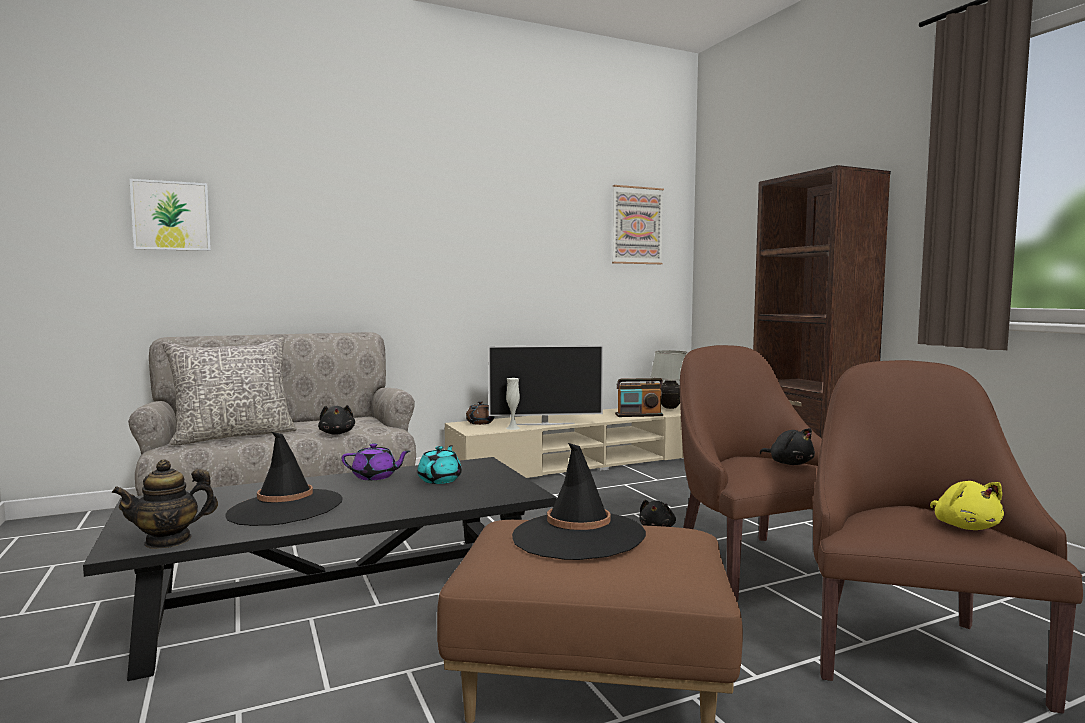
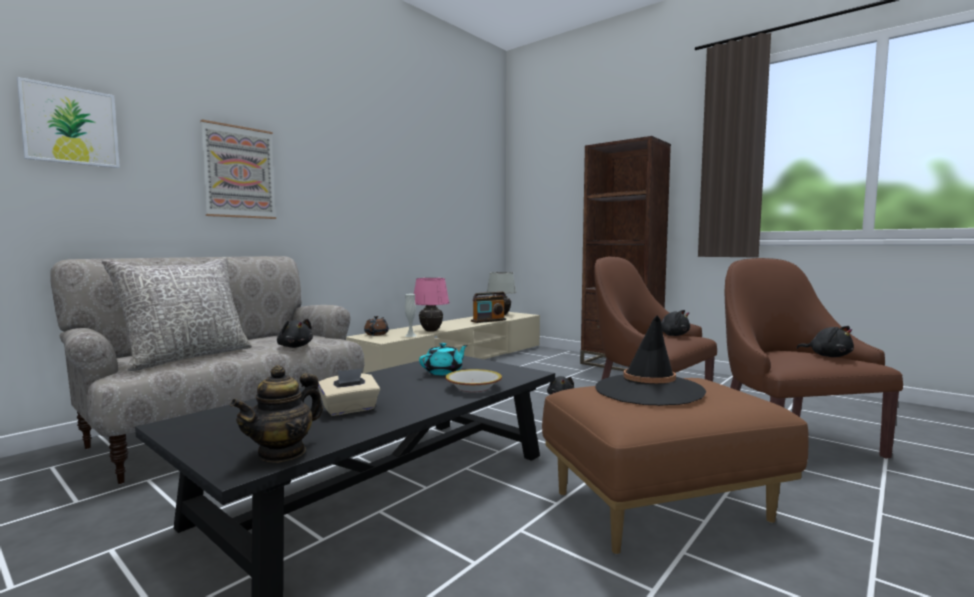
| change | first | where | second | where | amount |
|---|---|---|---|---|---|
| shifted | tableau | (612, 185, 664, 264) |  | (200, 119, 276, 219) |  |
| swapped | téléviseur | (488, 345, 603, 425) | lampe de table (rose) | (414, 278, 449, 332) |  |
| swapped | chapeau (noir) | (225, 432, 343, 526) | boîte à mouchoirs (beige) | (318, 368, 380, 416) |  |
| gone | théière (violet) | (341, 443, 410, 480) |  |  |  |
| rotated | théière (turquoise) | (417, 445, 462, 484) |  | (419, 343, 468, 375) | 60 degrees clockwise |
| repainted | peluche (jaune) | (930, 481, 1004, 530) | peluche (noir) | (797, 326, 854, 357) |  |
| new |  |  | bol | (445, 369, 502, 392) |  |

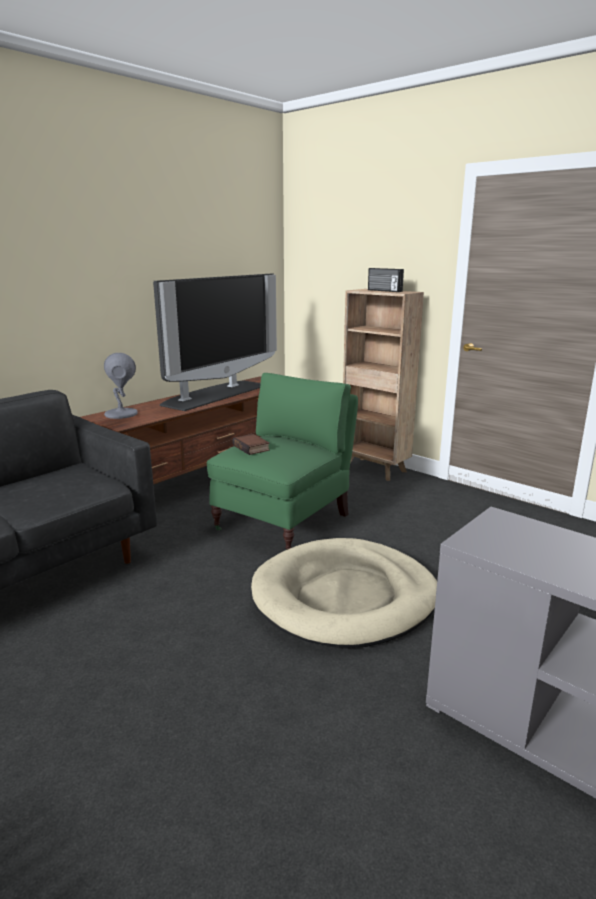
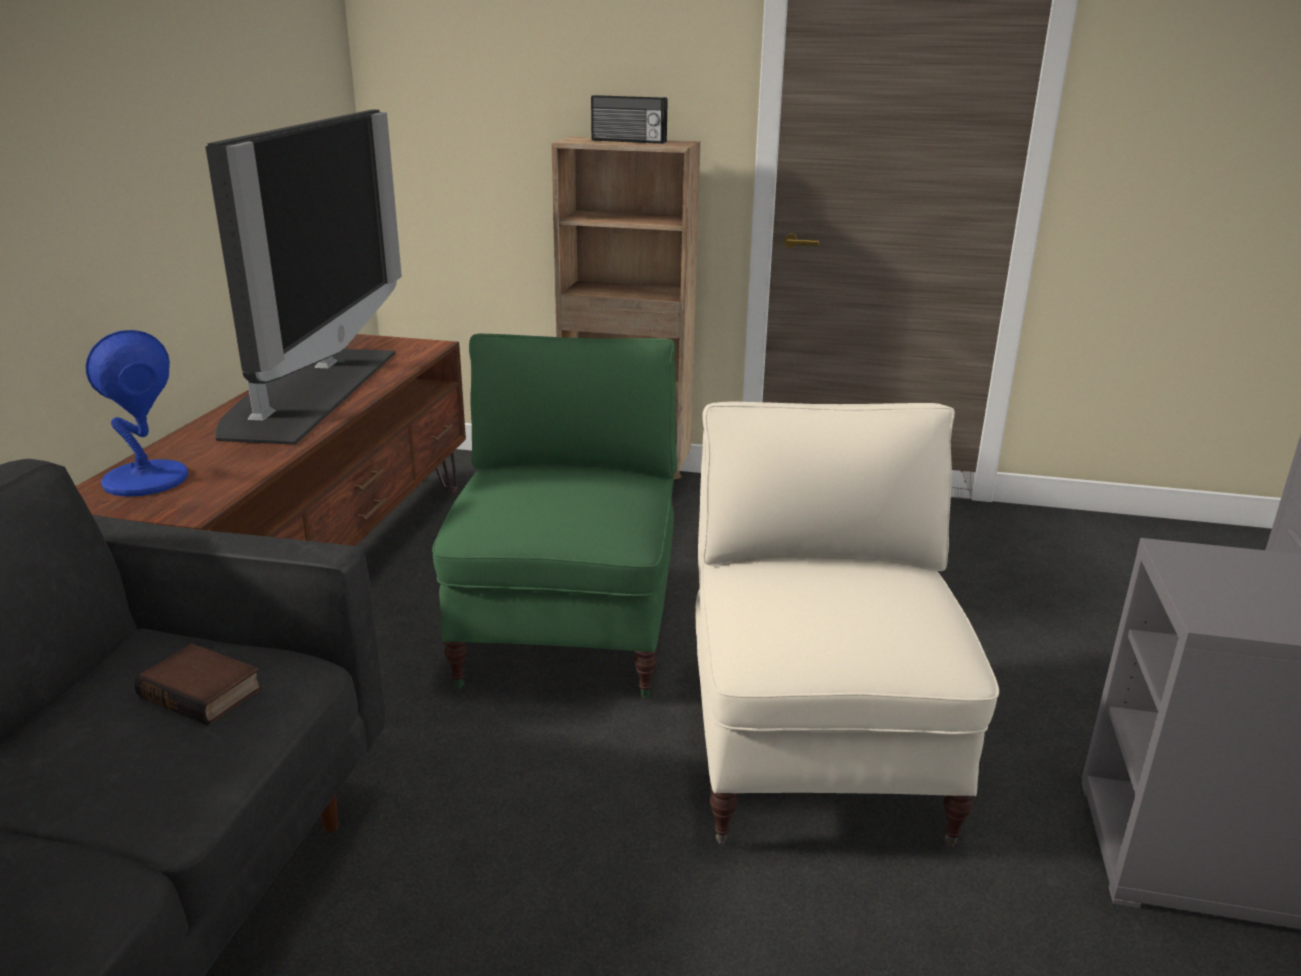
| change | first | where | second | where | amount |
|---|---|---|---|---|---|
| repainted | lampe de table (gris) | (104, 353, 138, 419) | lampe de table (bleu) | (85, 330, 188, 497) |  |
| shifted | livre | (232, 434, 270, 455) |  | (134, 644, 262, 726) |  |
| swapped | panier pour chien (beige) | (251, 538, 437, 648) | fauteuil (beige) | (696, 402, 999, 847) |  |

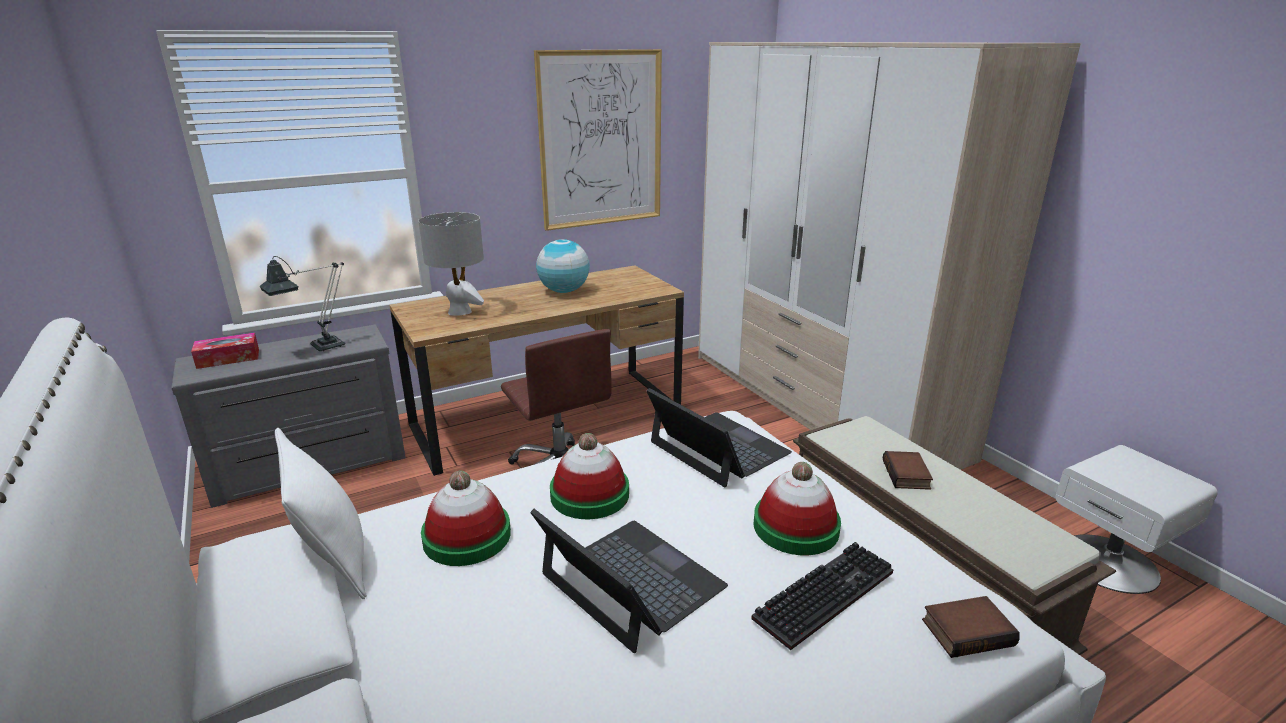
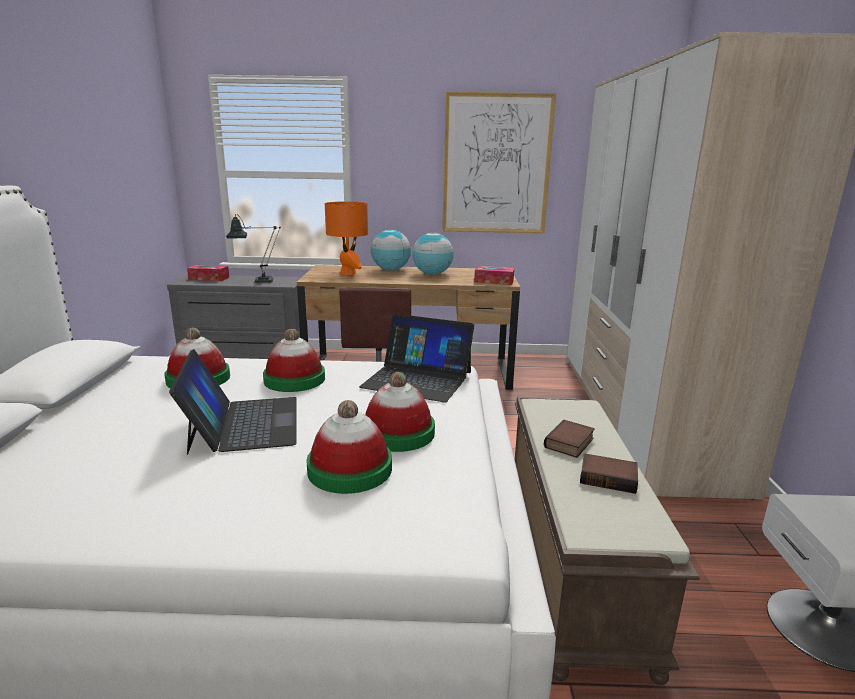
| change | first | where | second | where | amount |
|---|---|---|---|---|---|
| repainted | lampe de table (gris) | (418, 212, 484, 316) | lampe de table (orange) | (325, 201, 368, 275) |  |
| rotated | ordinateur portable | (646, 388, 792, 487) |  | (359, 314, 474, 402) | 120 degrees clockwise |
| gone | coussin (blanc) | (275, 428, 367, 599) |  |  |  |
| swapped | clavier | (751, 542, 893, 650) | chapeau | (306, 400, 392, 494) |  |
| shifted | livre | (922, 596, 1020, 658) |  | (580, 453, 638, 494) |  |
| new |  |  | globe | (371, 230, 411, 270) |  |
| new |  |  | boîte à mouchoirs | (474, 266, 514, 285) |  |

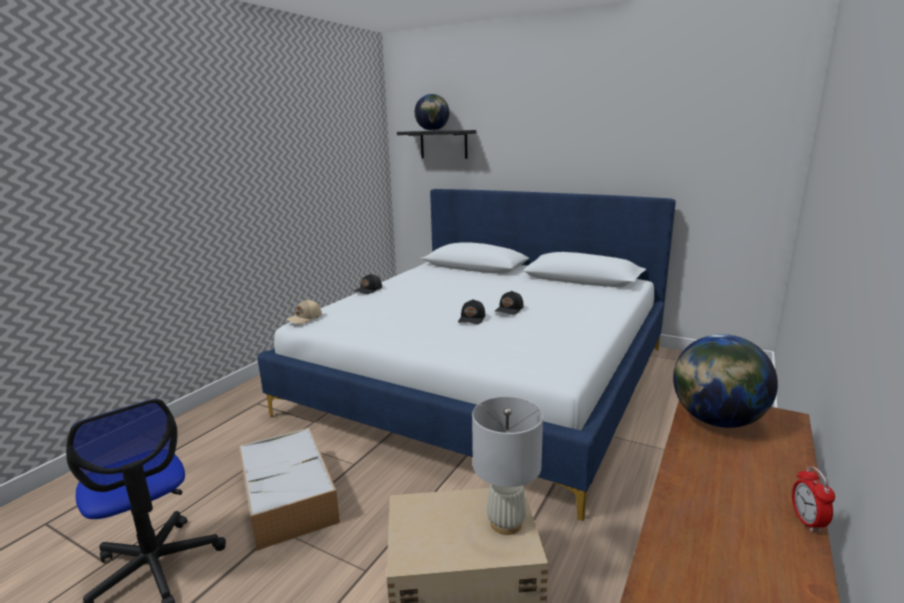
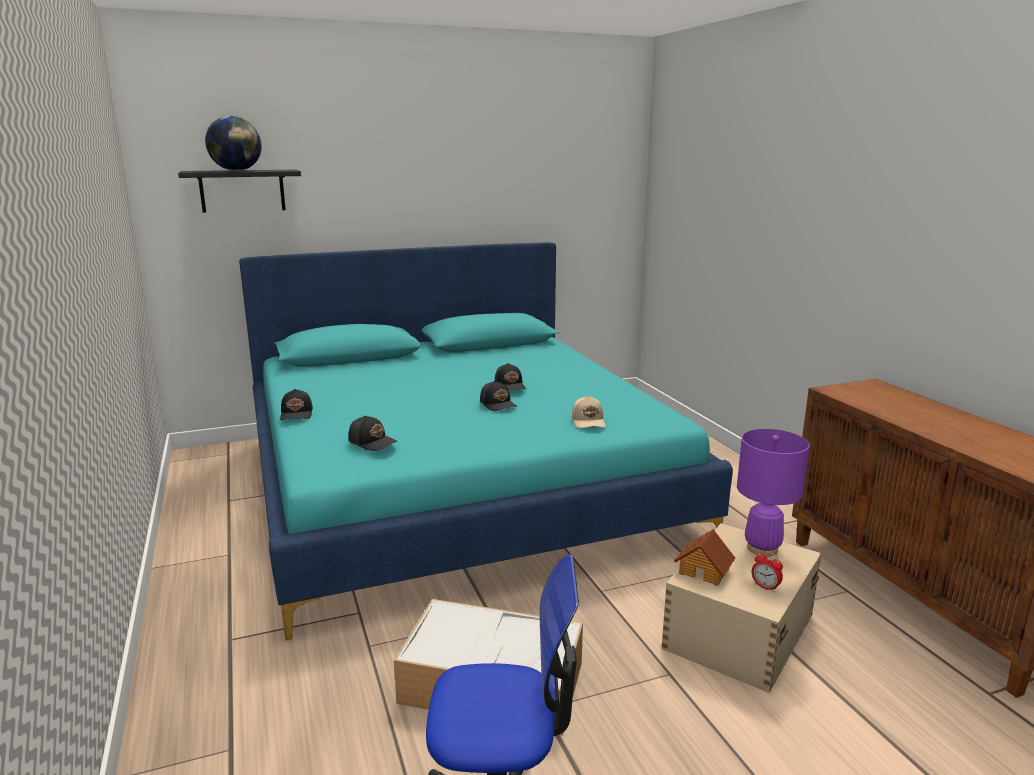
| change | first | where | second | where | amount |
|---|---|---|---|---|---|
| repainted | lit (blanc) | (257, 189, 676, 521) | lit (turquoise) | (239, 242, 733, 641) |  |
| shifted | casquette (beige) | (285, 299, 322, 324) |  | (572, 396, 606, 428) |  |
| gone | globe | (673, 334, 778, 428) |  |  |  |
| repainted | lampe de table (blanc) | (472, 397, 543, 535) | lampe de table (violet) | (737, 429, 810, 557) |  |
| shifted | réveil | (792, 467, 835, 533) |  | (752, 551, 783, 592) |  |
| new |  |  | casquette (noir) | (348, 415, 398, 451) |  |
| new |  |  | maison miniature | (674, 529, 735, 586) |  |

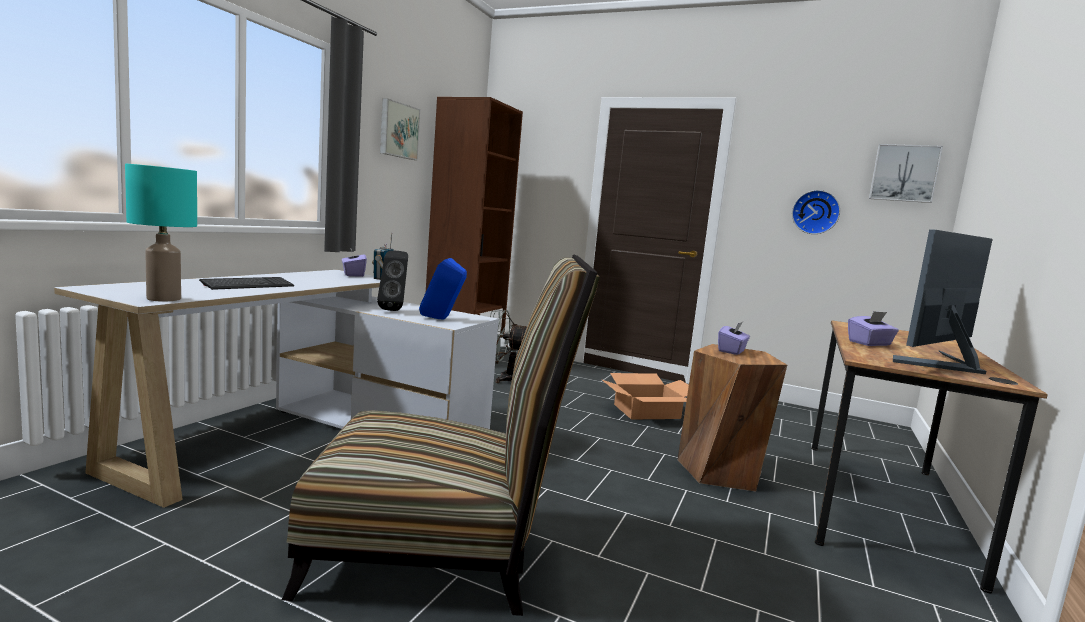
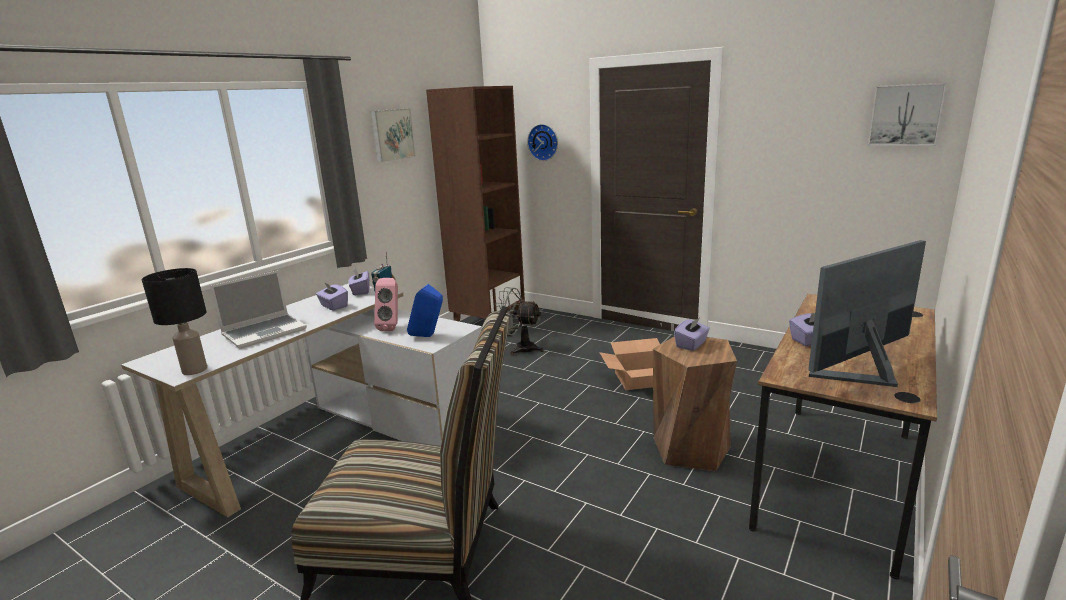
| change | first | where | second | where | amount |
|---|---|---|---|---|---|
| repainted | lampe de table (turquoise) | (125, 164, 197, 301) | lampe de table (noir) | (142, 268, 207, 375) |  |
| shifted | horloge murale | (792, 190, 840, 234) |  | (527, 124, 558, 161) |  |
| repainted | enceinte (noir) | (377, 251, 408, 311) | enceinte (rose) | (374, 278, 398, 331) |  |
| swapped | clavier | (199, 277, 294, 290) | ordinateur portable | (210, 270, 307, 349) |  |
| new |  |  | boîte à mouchoirs (violet) | (316, 282, 348, 311) |  |

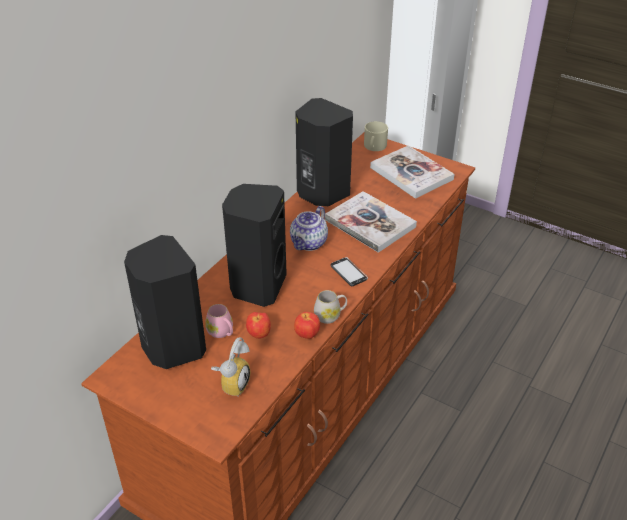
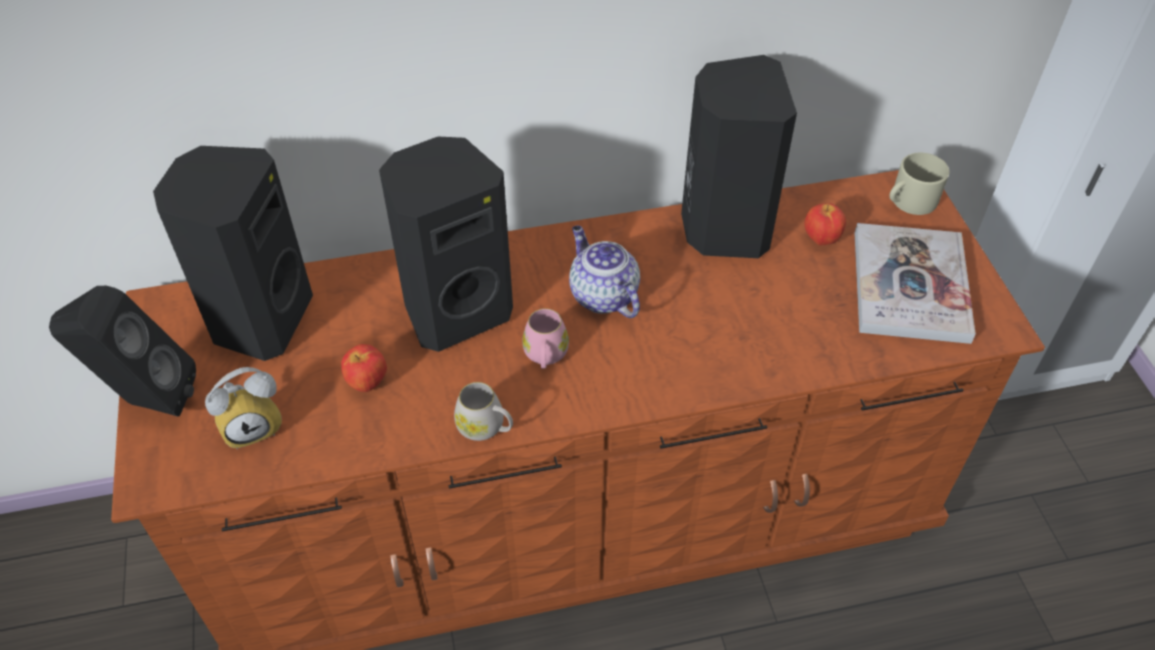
| change | first | where | second | where | amount |
|---|---|---|---|---|---|
| gone | livre | (325, 191, 417, 253) |  |  |  |
| rotated | théière | (290, 206, 328, 251) |  | (569, 226, 640, 318) | 75 degrees clockwise |
| gone | téléphone | (331, 257, 368, 286) |  |  |  |
| shifted | mug (rose) | (205, 304, 233, 338) |  | (522, 309, 569, 369) |  |
| shifted | pomme | (294, 312, 320, 339) |  | (804, 203, 846, 245) |  |
| new |  |  | enceinte (noir) | (49, 286, 196, 417) |  |

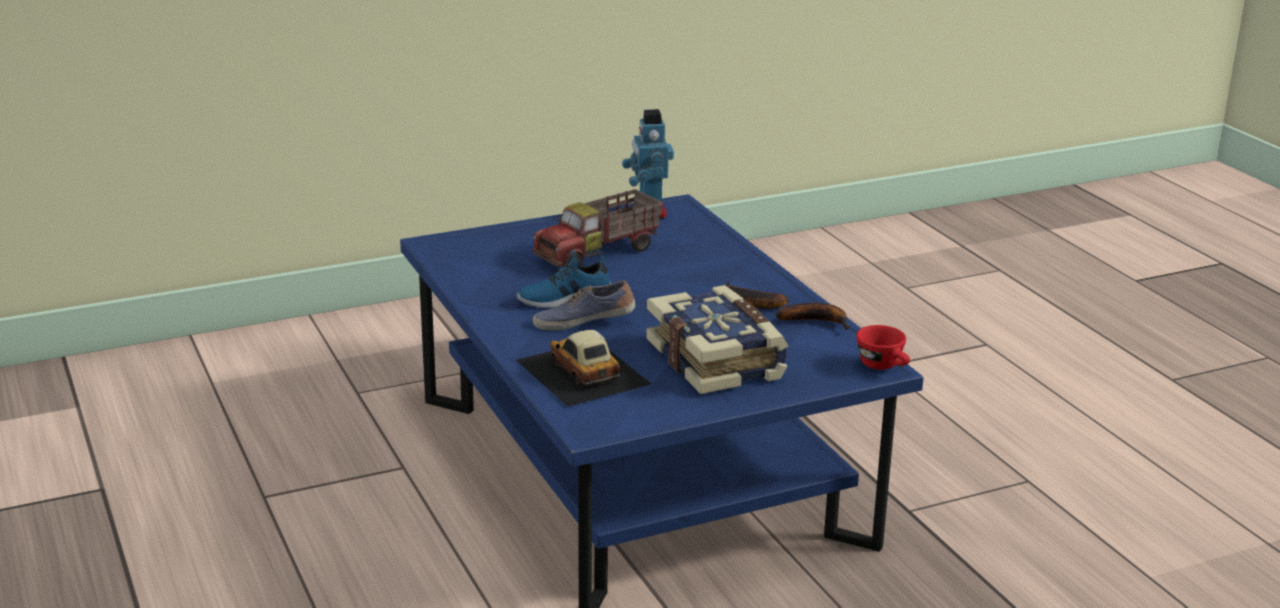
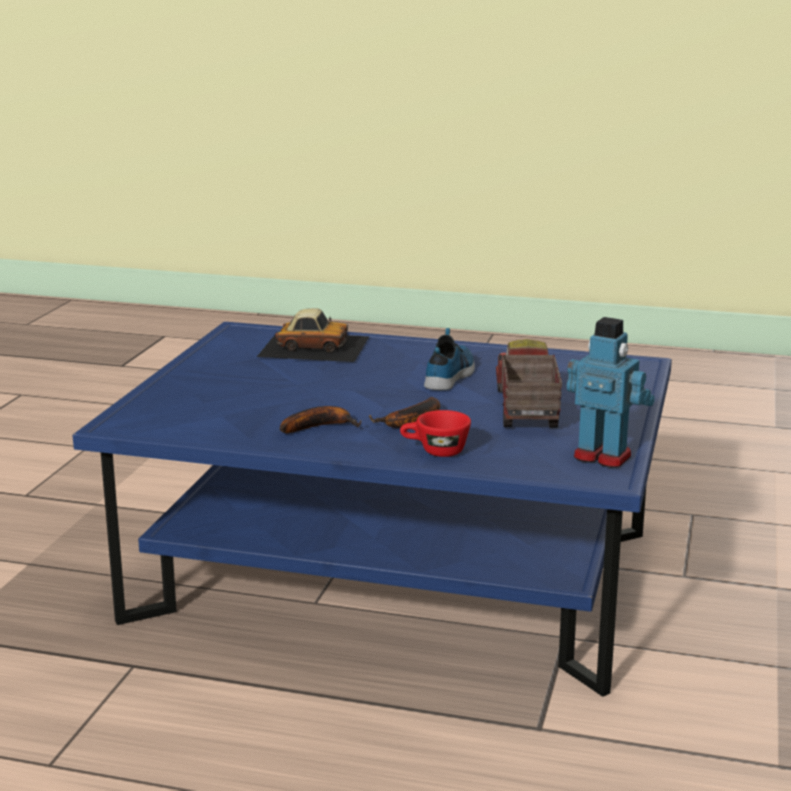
| change | first | where | second | where | amount |
|---|---|---|---|---|---|
| gone | chaussure | (533, 280, 635, 330) |  |  |  |
| gone | livre | (646, 285, 788, 394) |  |  |  |
| shifted | banane | (776, 303, 849, 330) |  | (369, 397, 440, 428) |  |
| shifted | tasse (rouge) | (856, 325, 910, 370) |  | (400, 410, 471, 457) |  |

